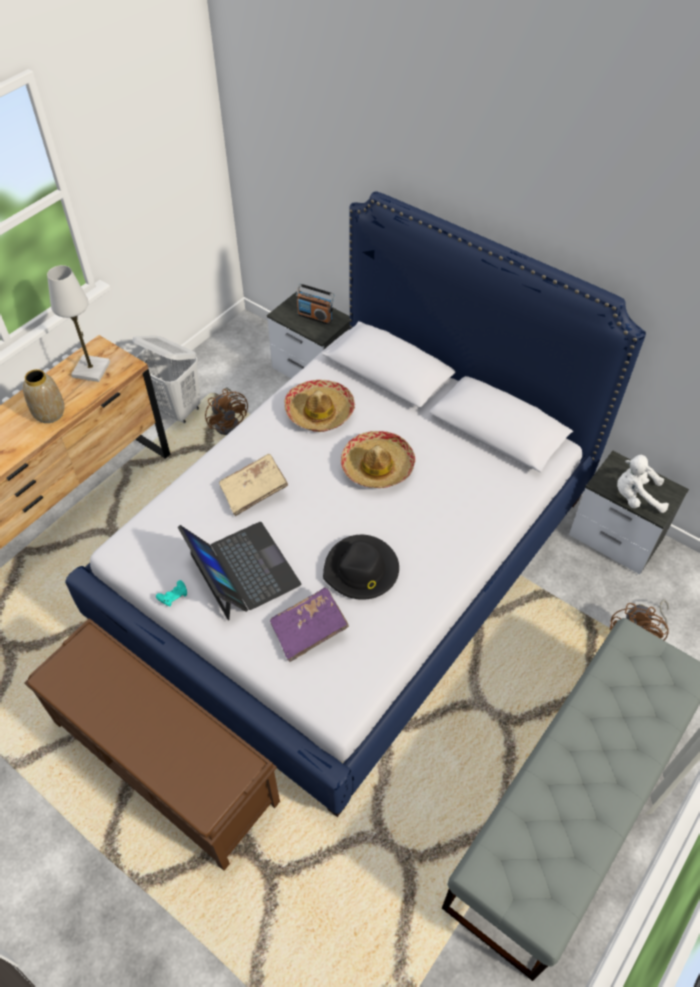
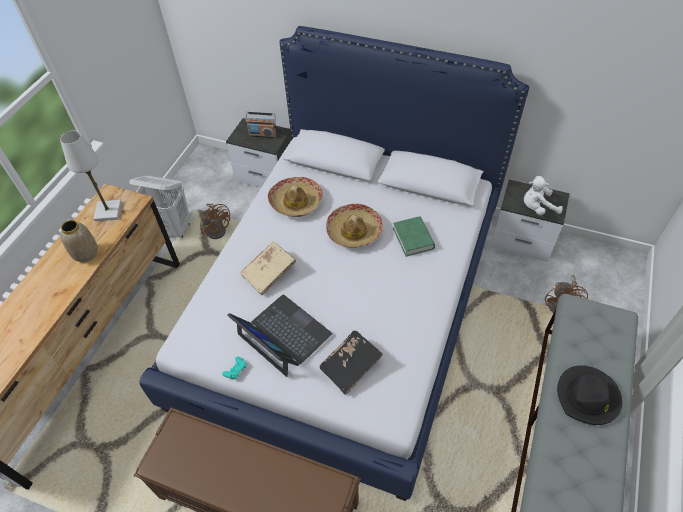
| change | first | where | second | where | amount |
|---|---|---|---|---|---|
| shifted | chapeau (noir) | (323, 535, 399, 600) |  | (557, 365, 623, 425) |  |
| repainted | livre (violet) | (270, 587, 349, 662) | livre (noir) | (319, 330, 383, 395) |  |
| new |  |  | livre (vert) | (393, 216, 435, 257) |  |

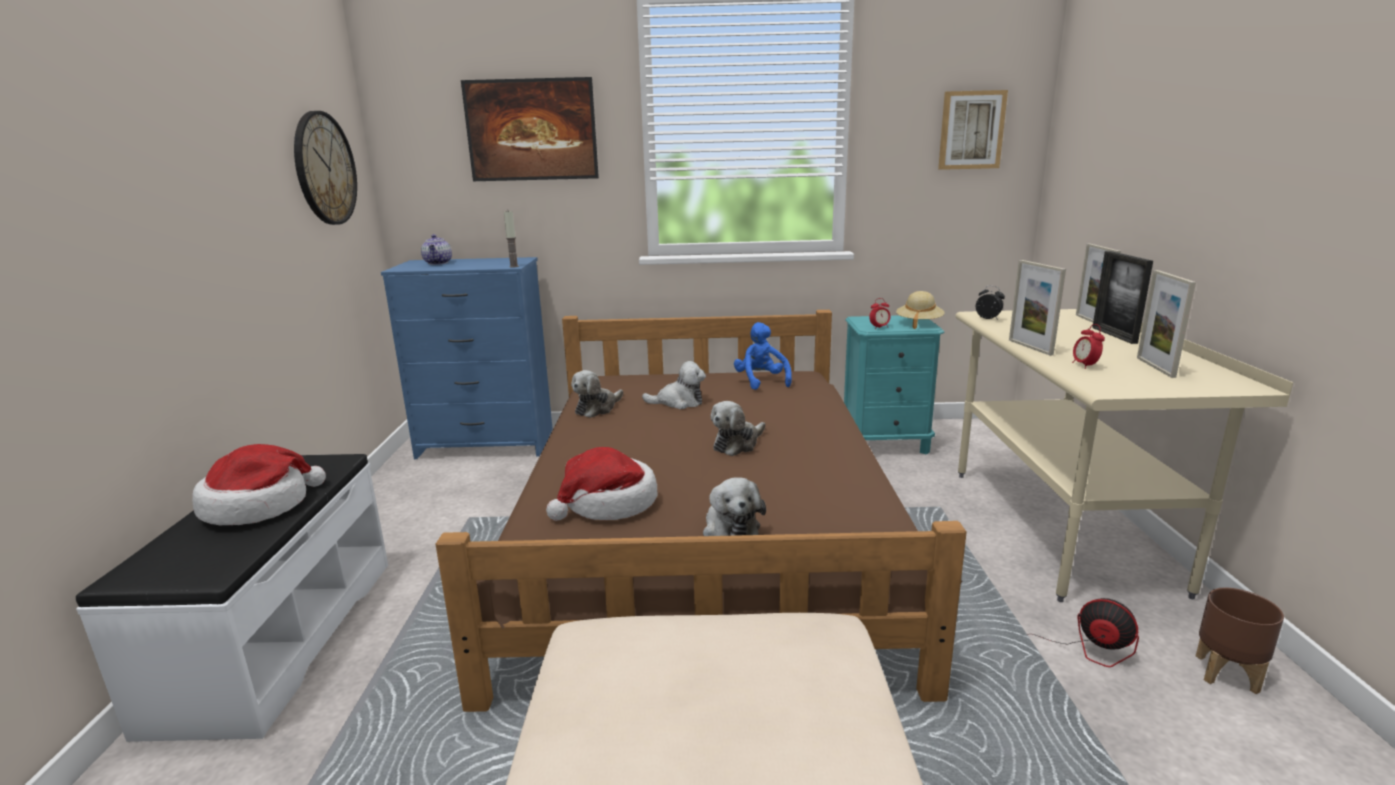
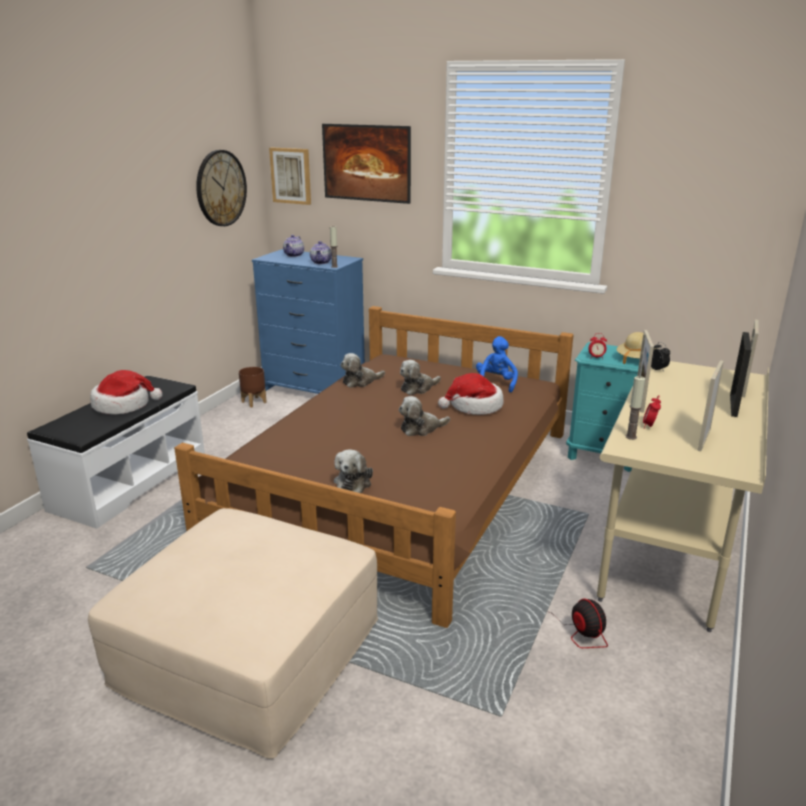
| change | first | where | second | where | amount |
|---|---|---|---|---|---|
| shifted | tableau | (938, 90, 1008, 170) |  | (269, 147, 311, 205) |  |
| rotated | peluche | (642, 361, 706, 409) |  | (400, 360, 441, 395) | 120 degrees clockwise |
| shifted | chapeau | (546, 447, 657, 521) |  | (438, 373, 504, 415) |  |
| shifted | cache-pot (marron) | (1196, 588, 1284, 694) |  | (239, 367, 267, 407) |  |
| new |  |  | théière | (310, 241, 332, 264) |  |
| new |  |  | bougie | (626, 376, 645, 440) |  |

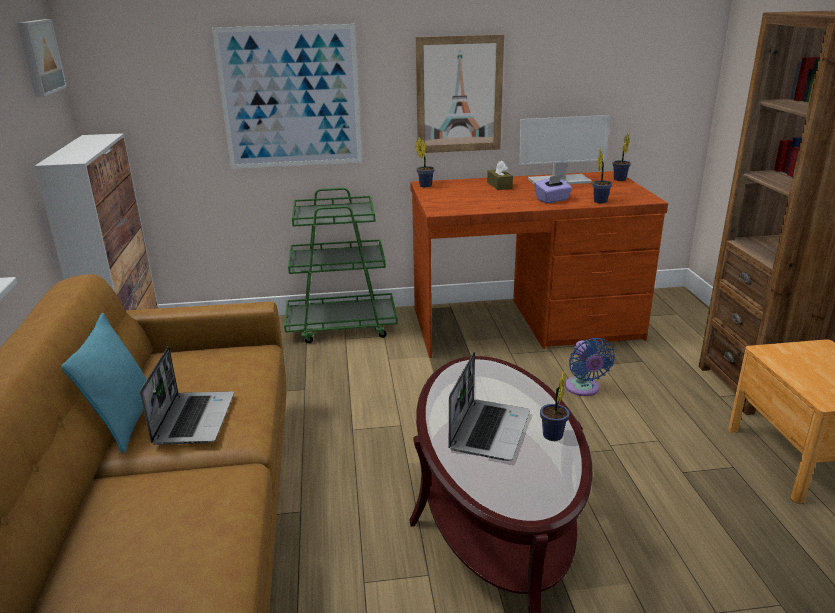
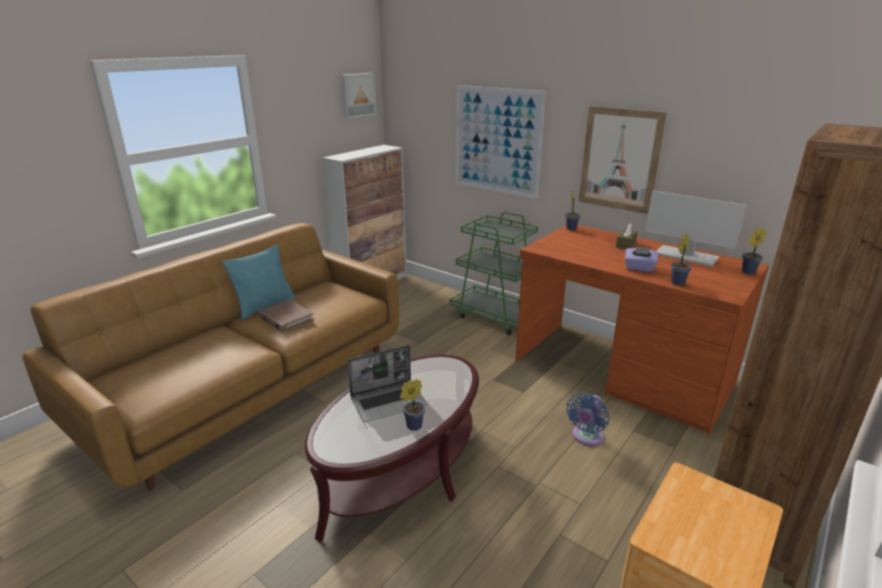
| change | first | where | second | where | amount |
|---|---|---|---|---|---|
| swapped | ordinateur portable | (140, 346, 234, 445) | livre (marron) | (258, 300, 314, 332) |  |

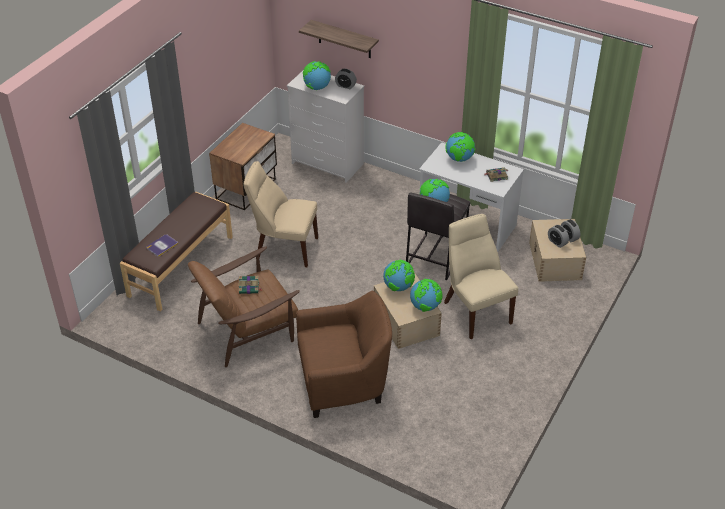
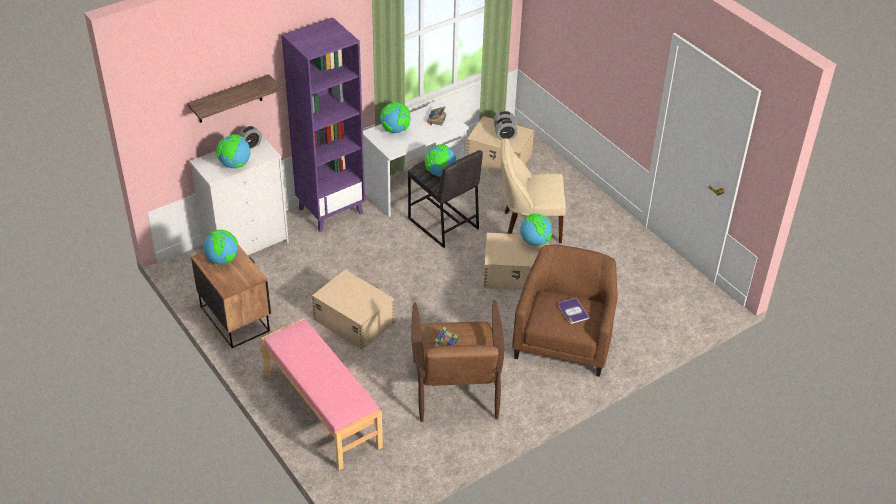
| change | first | where | second | where | amount |
|---|---|---|---|---|---|
| swapped | chaise (beige) | (244, 161, 318, 267) | boîte de rangement (beige) | (312, 270, 394, 350) |  |
| repainted | banc (marron) | (120, 192, 233, 312) | banc (rose) | (261, 318, 383, 470) |  |
| shifted | livre | (147, 235, 179, 257) |  | (558, 298, 589, 324) |  |
| shifted | globe | (383, 260, 415, 291) |  | (203, 230, 238, 264) |  |
| new |  |  | bibliothèque (violet) | (282, 17, 365, 232) |  |

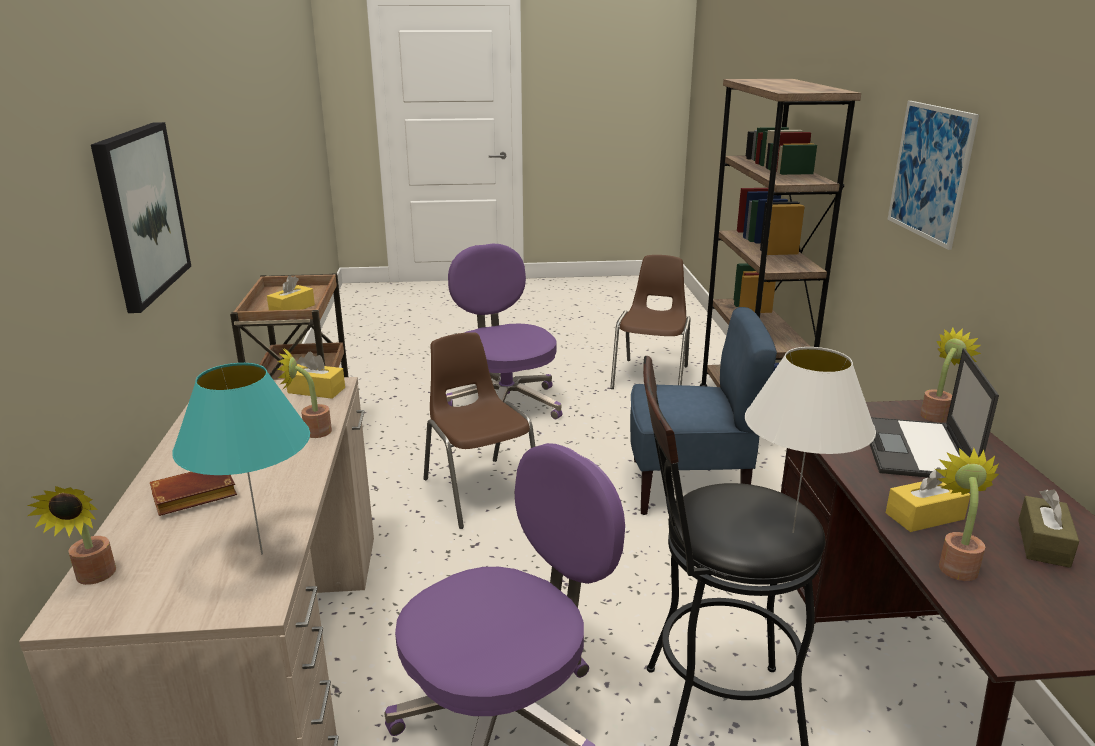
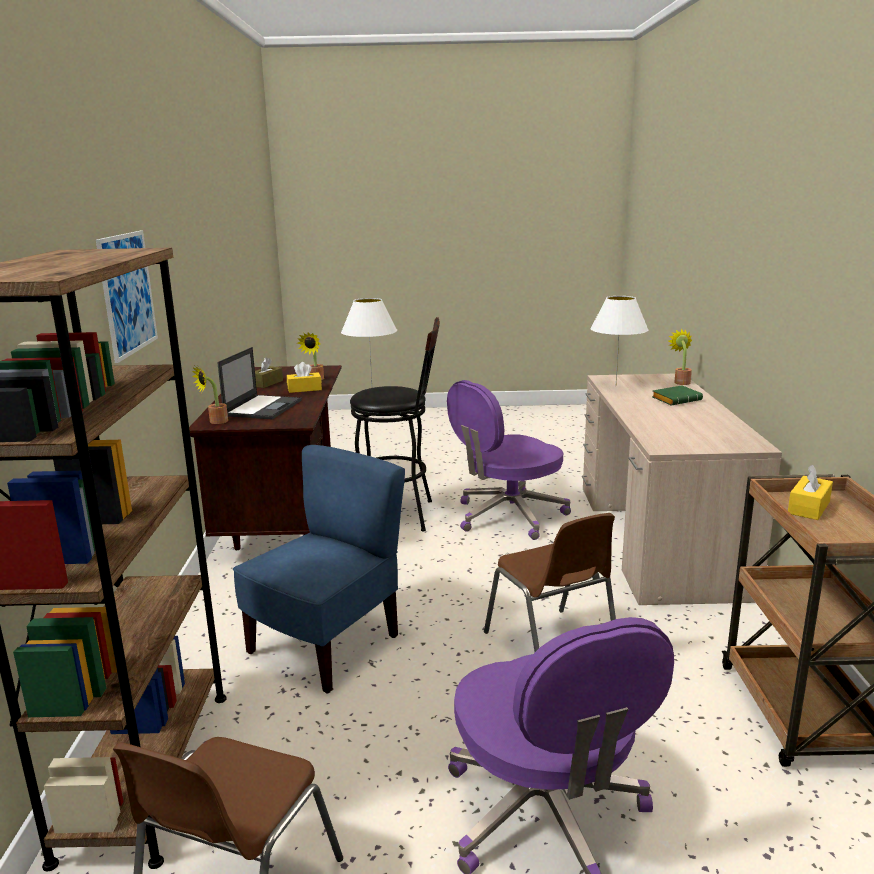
| change | first | where | second | where | amount |
|---|---|---|---|---|---|
| gone | tableau | (91, 122, 191, 313) |  |  |  |
| rotated | chaise (bleu) | (630, 307, 777, 515) |  | (233, 445, 405, 693) | 120 degrees clockwise |
| gone | plante en pot | (277, 347, 332, 438) |  |  |  |
| gone | boîte à mouchoirs (jaune) | (286, 351, 345, 399) |  |  |  |
| repainted | lampe de table (turquoise) | (172, 363, 310, 554) | lampe de table (blanc) | (590, 296, 648, 383) |  |
| repainted | livre (marron) | (150, 472, 237, 516) | livre (vert) | (652, 385, 703, 405) |  |

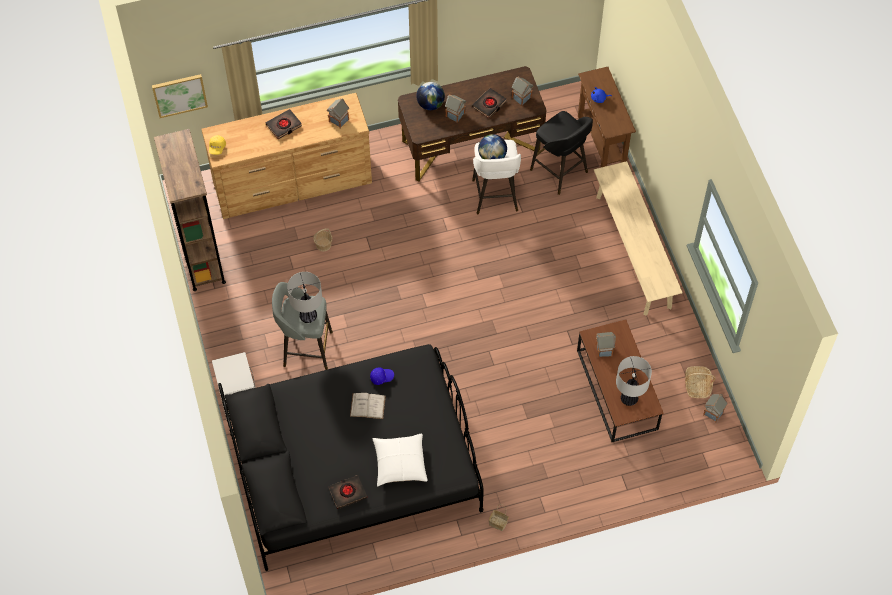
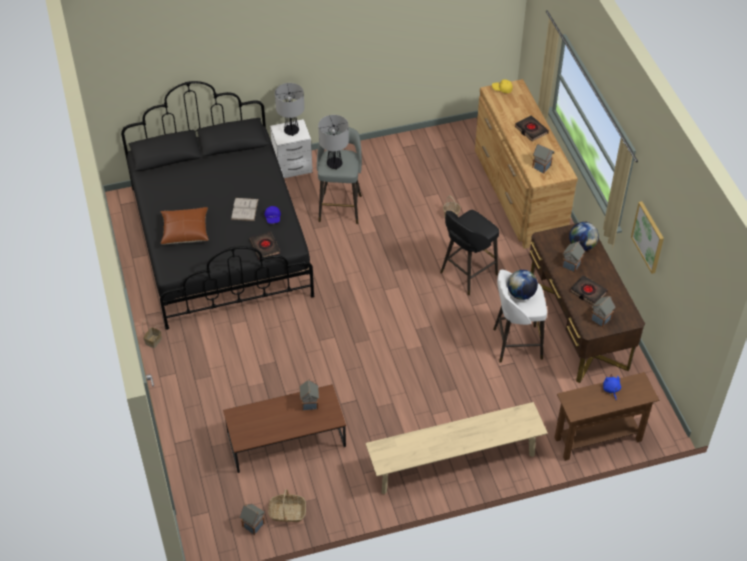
| change | first | where | second | where | amount |
|---|---|---|---|---|---|
| shifted | tableau | (152, 74, 208, 118) |  | (631, 201, 664, 274) |  |
| shifted | tabouret (noir) | (530, 111, 593, 195) |  | (440, 210, 499, 296) |  |
| gone | bibliothèque (marron) | (154, 129, 226, 291) |  |  |  |
| shifted | lampe de table | (616, 356, 652, 406) |  | (275, 83, 304, 136) |  |
| repainted | coussin (blanc) | (372, 434, 428, 487) | coussin (marron) | (161, 207, 209, 244) |  |
| shifted | livre (noir) | (328, 475, 367, 509) |  | (250, 231, 280, 260) |  |

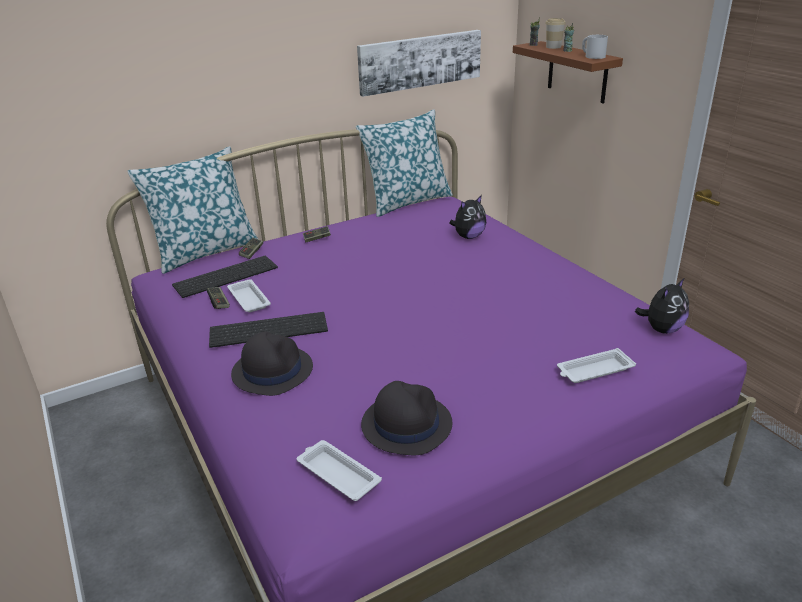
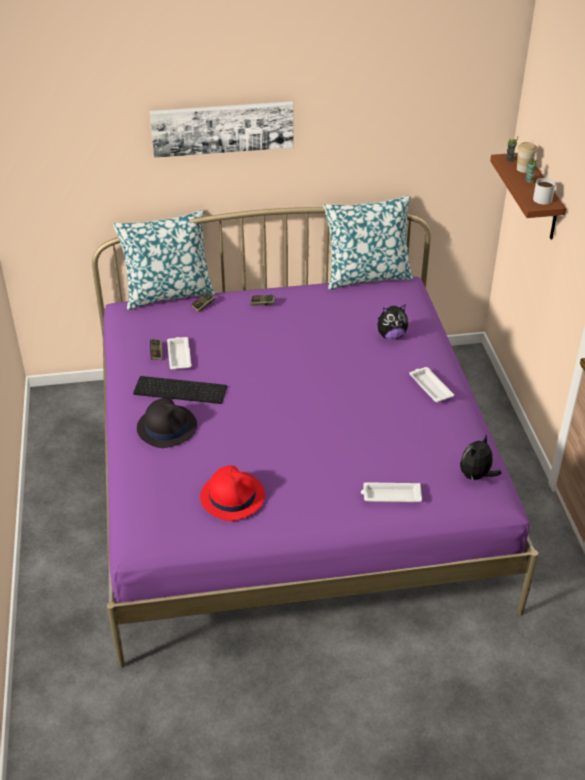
| change | first | where | second | where | amount |
|---|---|---|---|---|---|
| shifted | tableau | (357, 30, 481, 97) |  | (150, 101, 293, 158) |  |
| gone | clavier | (172, 256, 278, 298) |  |  |  |
| rotated | peluche | (635, 278, 689, 334) |  | (460, 435, 502, 483) | 150 degrees clockwise |
| repainted | chapeau (noir) | (361, 381, 452, 455) | chapeau (rouge) | (200, 465, 265, 521) |  |
| shifted | plateau (blanc) | (297, 440, 382, 501) |  | (409, 367, 454, 402) |  |

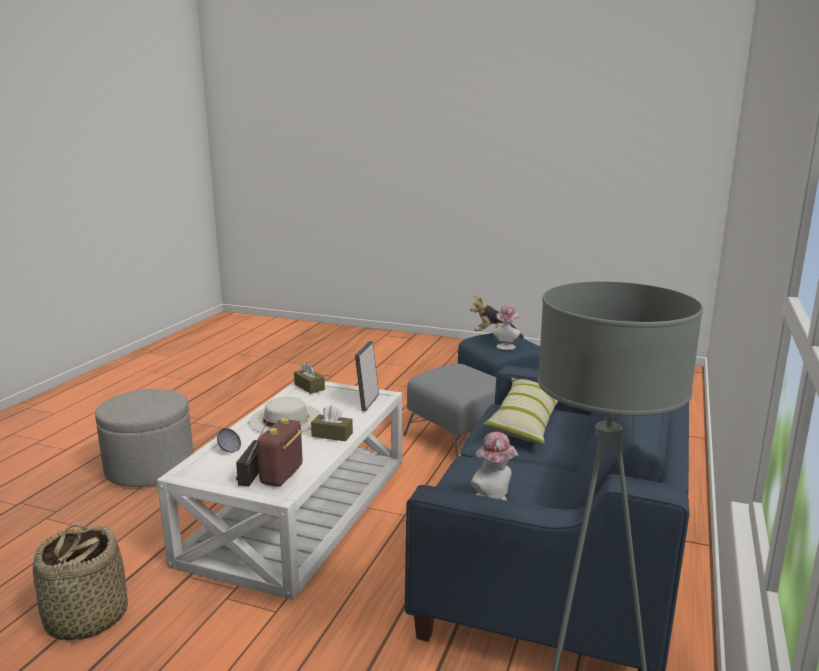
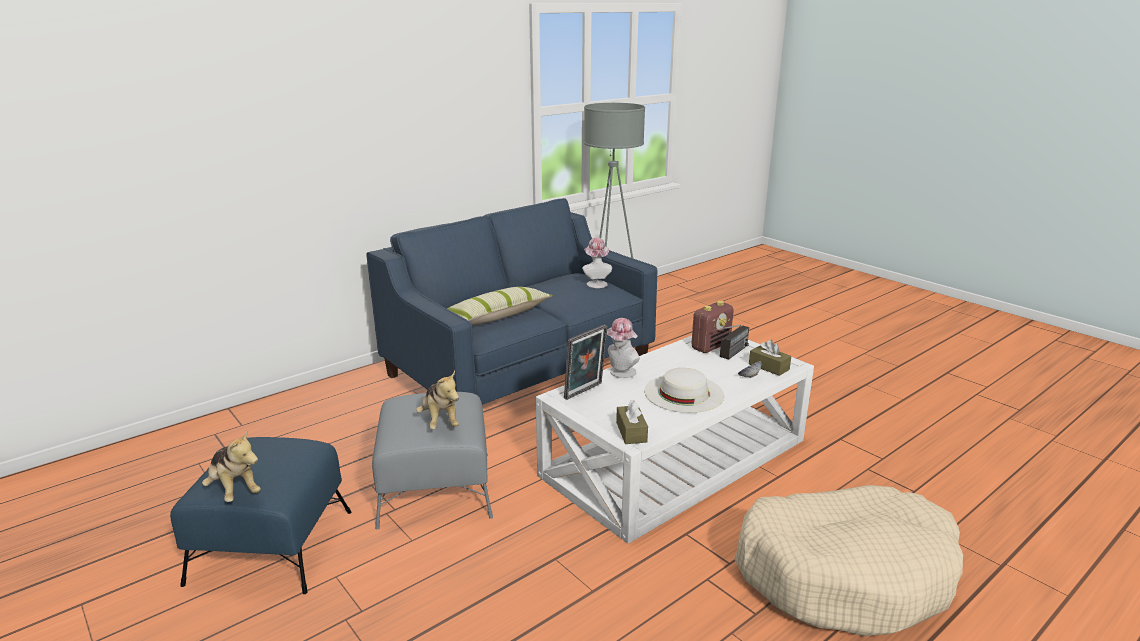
| change | first | where | second | where | amount |
|---|---|---|---|---|---|
| shifted | chapeau | (493, 304, 521, 350) |  | (607, 318, 640, 378) |  |
| swapped | pouf (gris) | (95, 389, 194, 487) | panier pour chien (beige) | (734, 485, 963, 636) |  |
| shifted | boîte à mouchoirs (marron) | (311, 405, 353, 441) |  | (749, 340, 791, 376) |  |
| gone | panier | (33, 523, 128, 642) |  |  |  |
| new |  |  | peluche | (416, 371, 459, 429) |  |

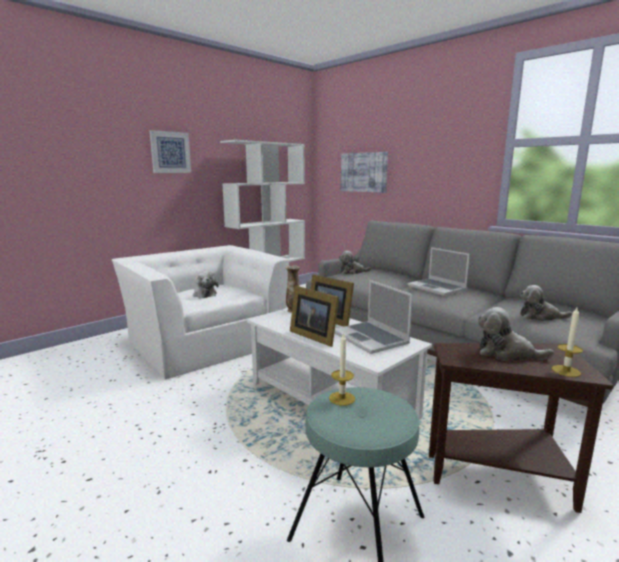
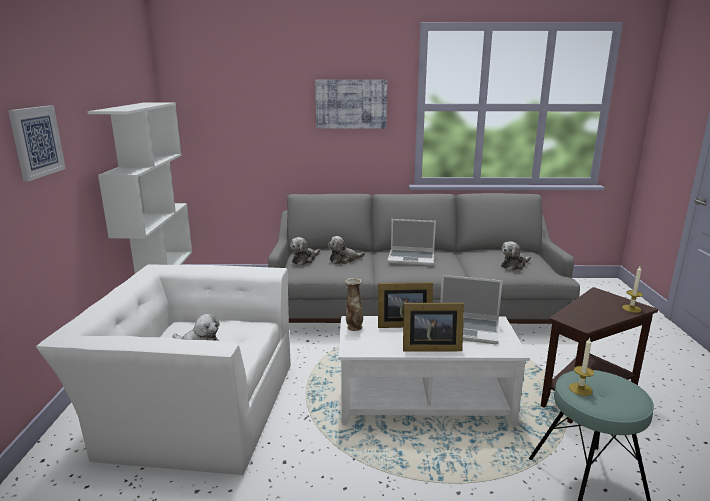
| change | first | where | second | where | amount |
|---|---|---|---|---|---|
| shifted | tableau | (341, 152, 388, 193) |  | (315, 79, 387, 129) |  |
| shifted | peluche | (478, 307, 554, 361) |  | (328, 236, 365, 264) |  |

